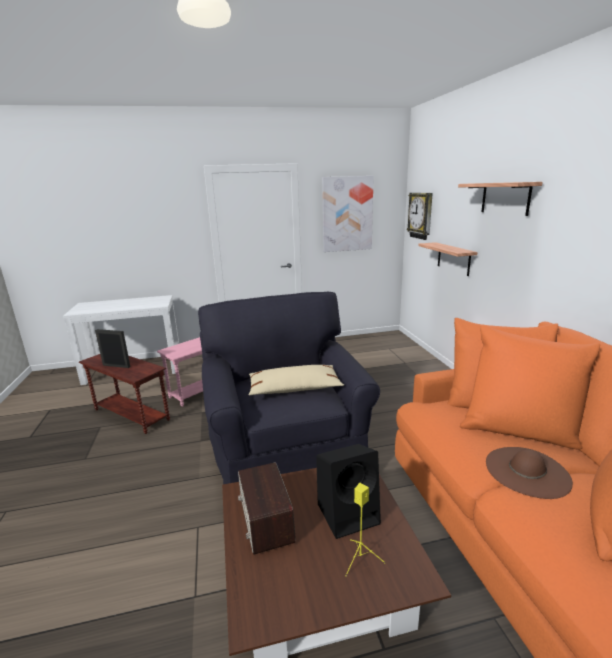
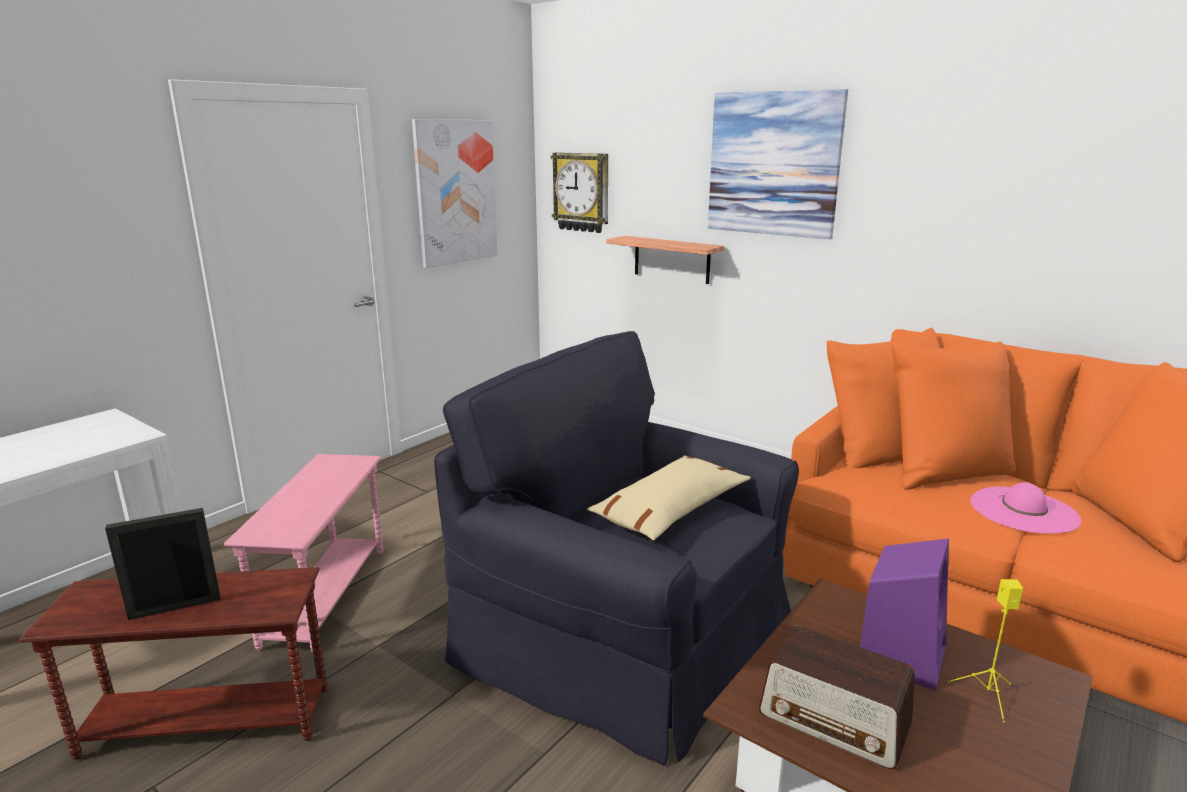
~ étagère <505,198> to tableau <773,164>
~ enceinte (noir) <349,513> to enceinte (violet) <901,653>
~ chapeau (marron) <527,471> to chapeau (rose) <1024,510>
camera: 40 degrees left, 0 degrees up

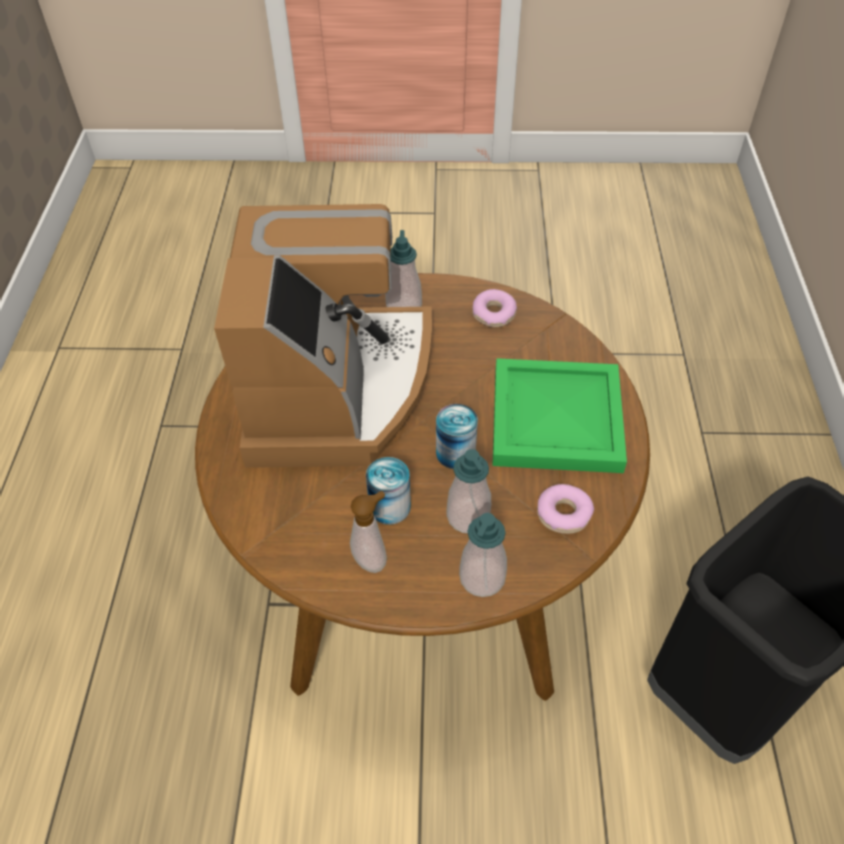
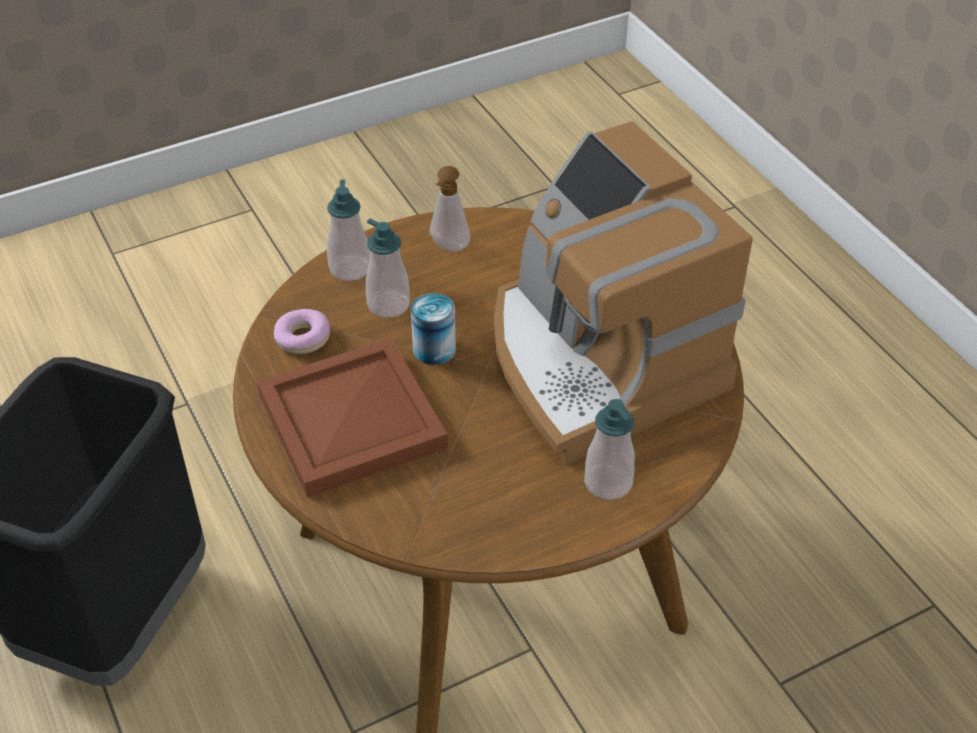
~ plateau (vert) <558,417> to plateau (marron) <350,423>
- boîte métallique <389,506>
- beignet <493,314>
camera: 150 degrees right, 5 degrees down

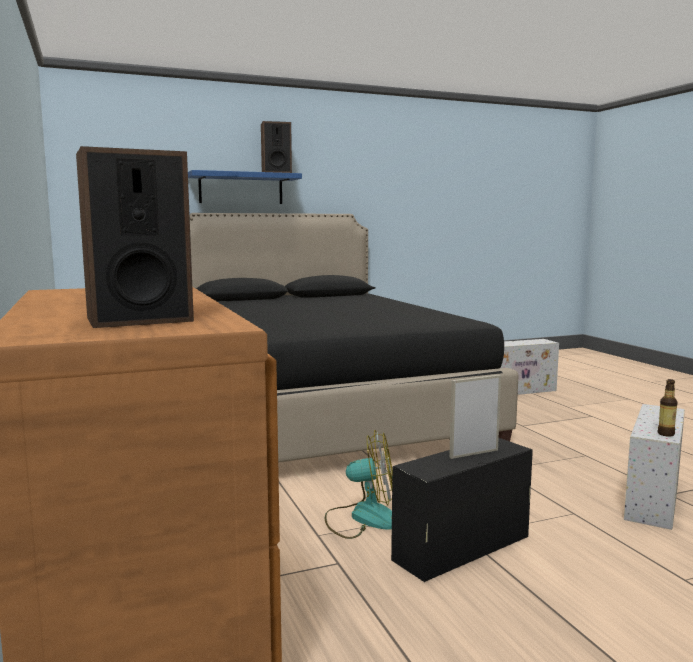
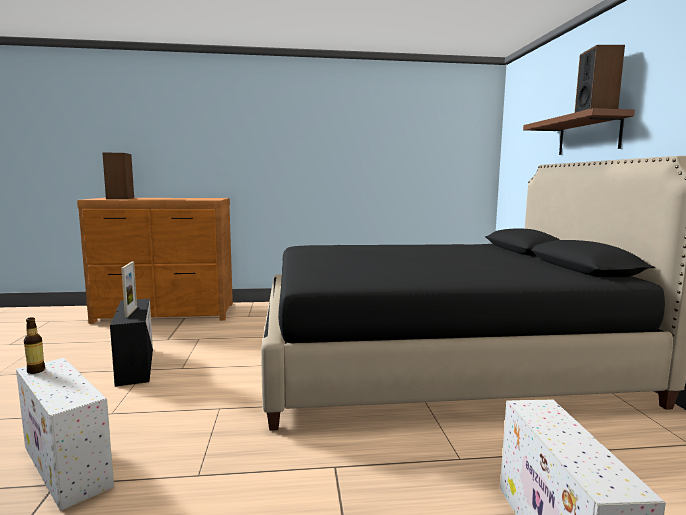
~ étagère (bleu) <241,188> to étagère (marron) <588,135>
- ventilateur <363,518>
camera: 105 degrees right, 0 degrees up

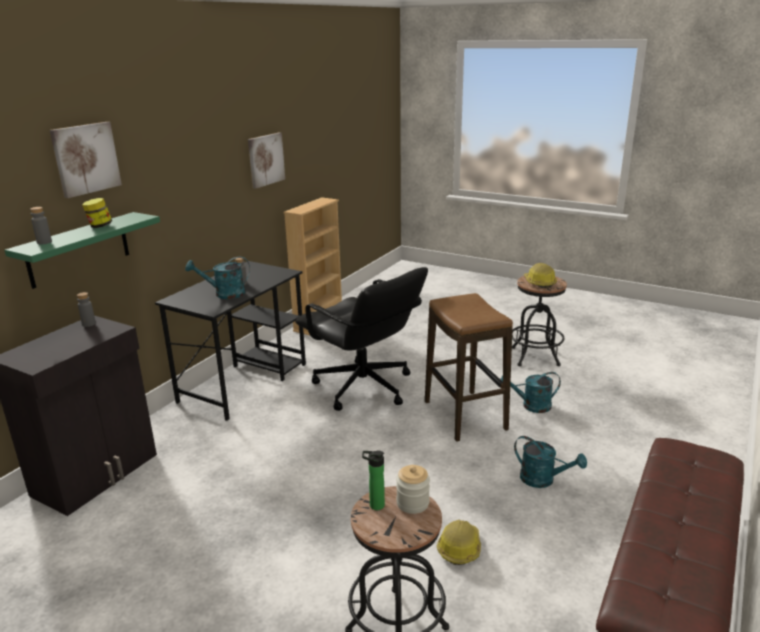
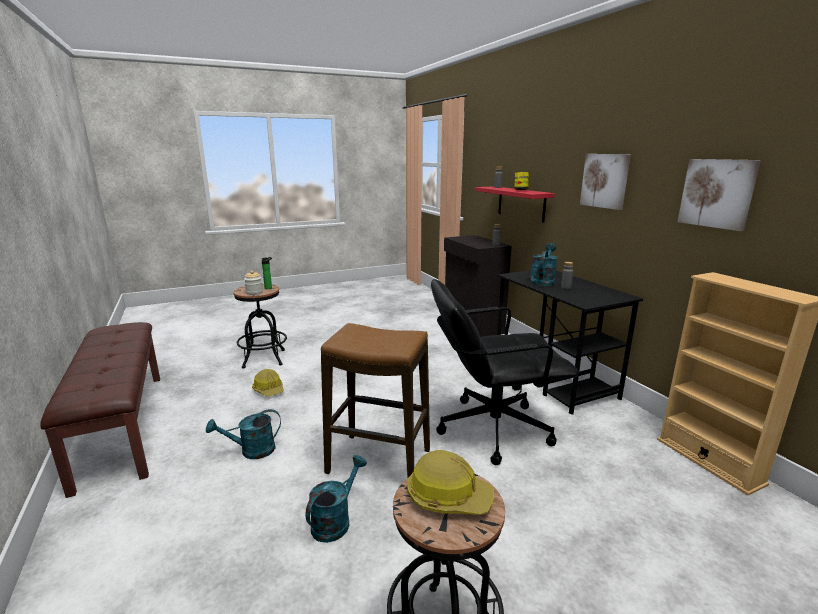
~ étagère (vert) <79,250> to étagère (rouge) <521,203>
~ tableau <85,158> to <605,180>
camera: 125 degrees right, 5 degrees down

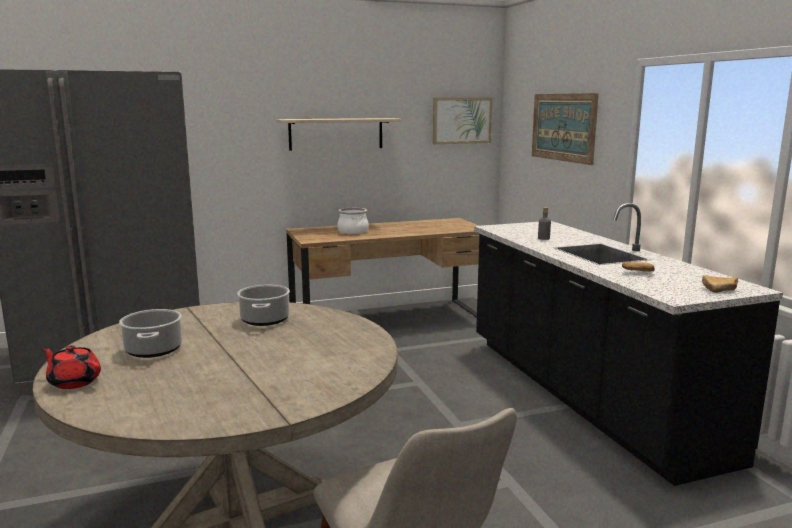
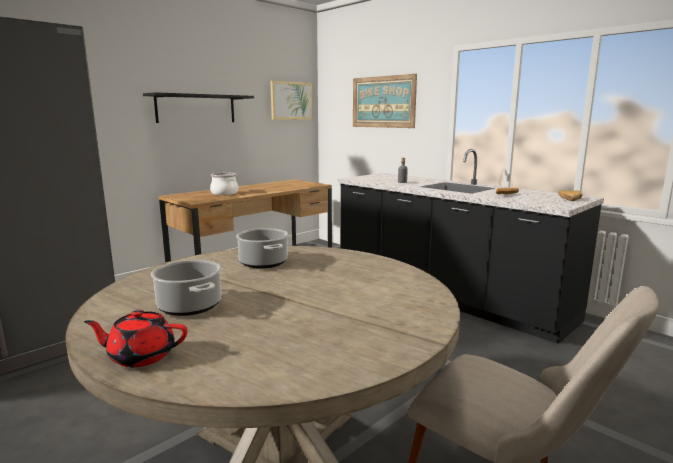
~ étagère (beige) <336,134> to étagère (noir) <196,108>
camera: 25 degrees left, 0 degrees up

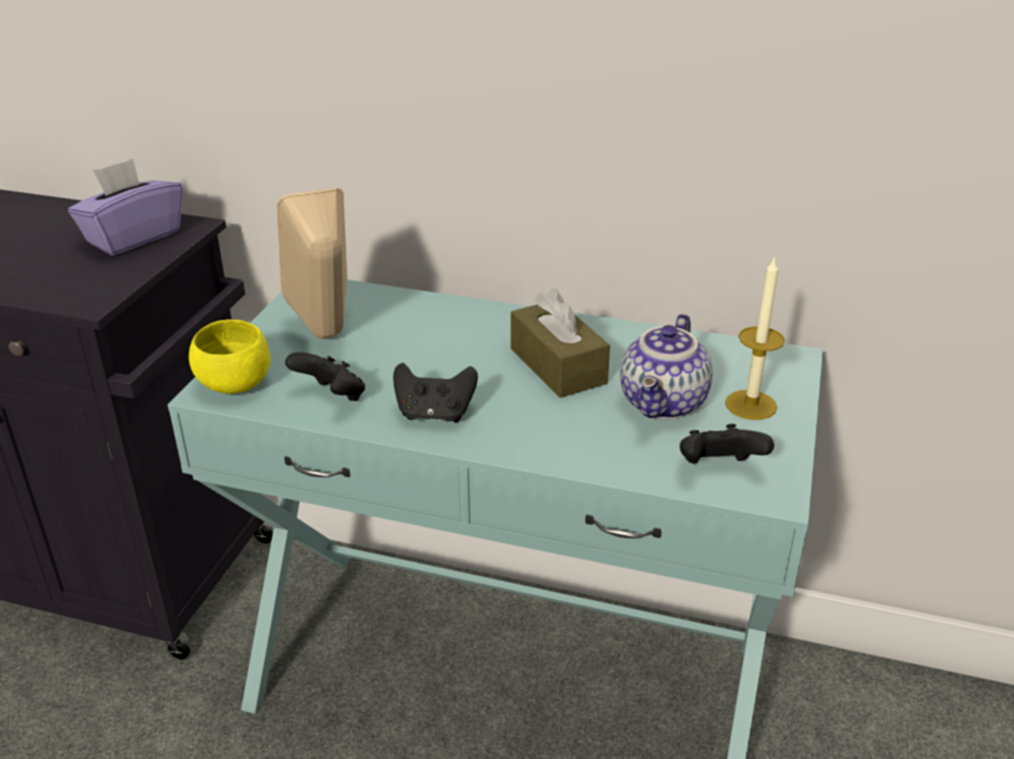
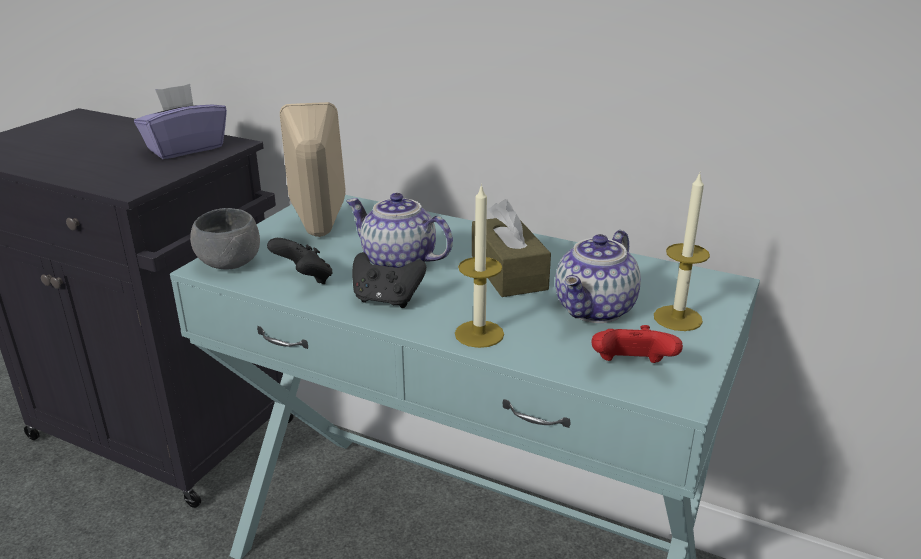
~ bol (jaune) <234,384> to bol (gris) <229,263>
+ théière <397,263>
+ bougie <479,334>
~ manette (noir) <718,468> to manette (rouge) <631,368>
camera: 10 degrees right, 5 degrees down

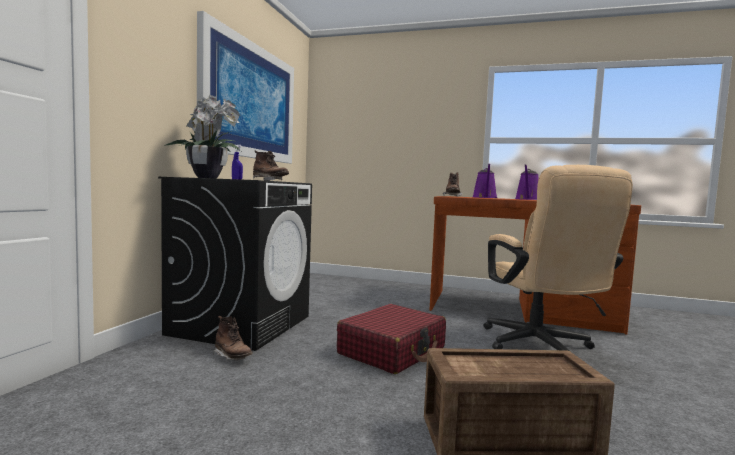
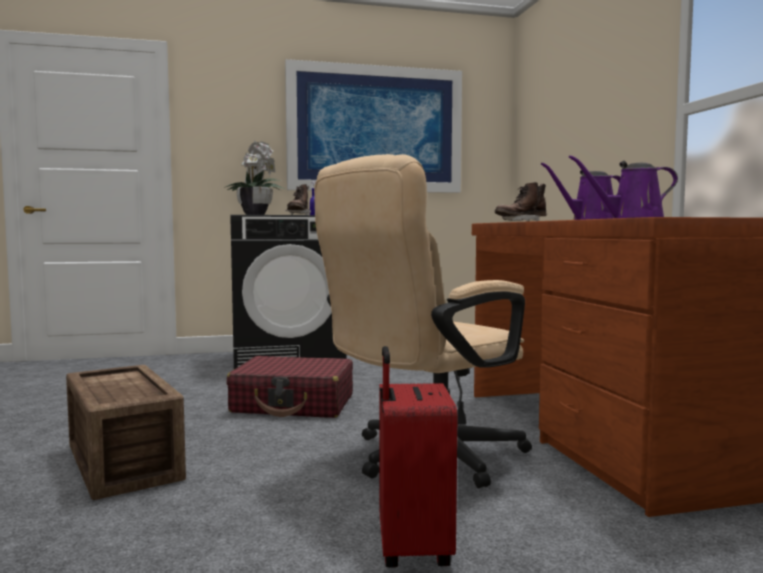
+ valise (rouge) <411,548>
- botte (marron) <232,357>
camera: 60 degrees right, 0 degrees up

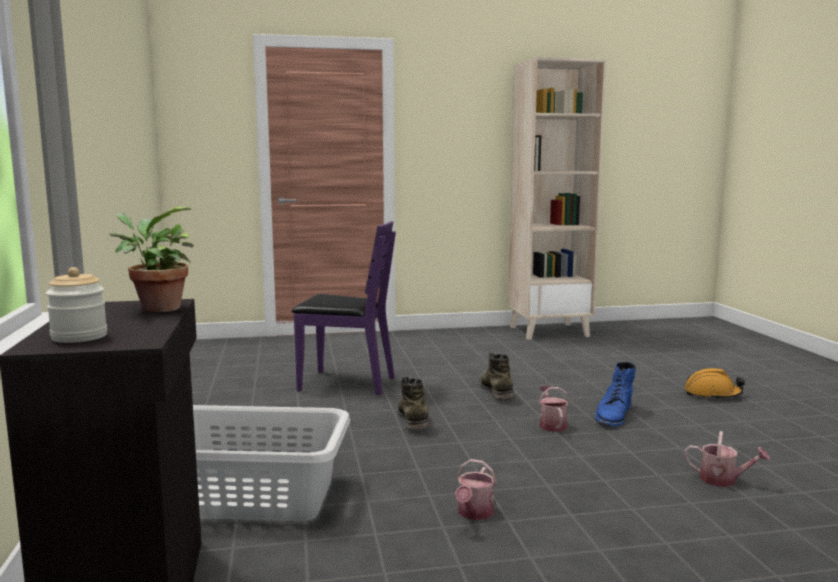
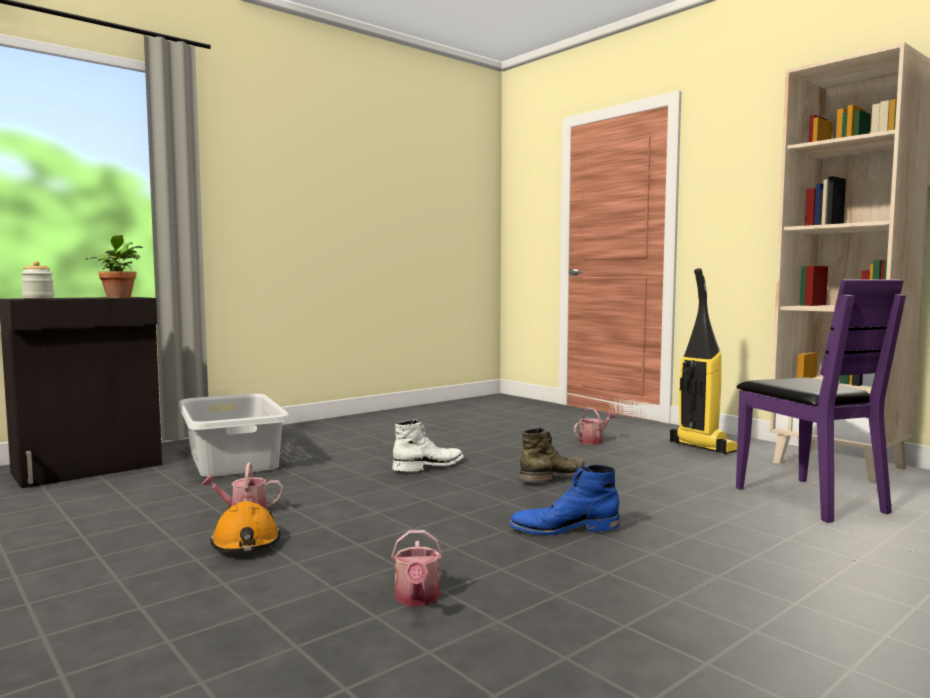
~ casque de chantier (orange) <712,394> to <246,544>
~ botte (vert) <413,418> to botte (blanc) <429,466>
~ arrosoir <551,424> to <593,441>
+ aspirateur <704,447>
~ chaise (violet) <346,383> to <809,499>
camera: 60 degrees right, 5 degrees down

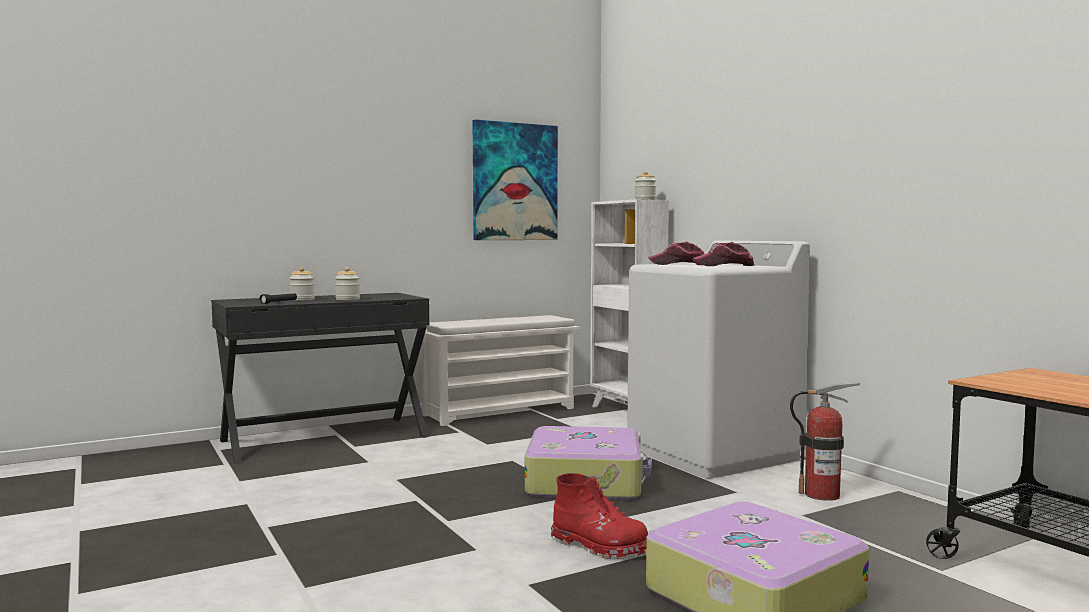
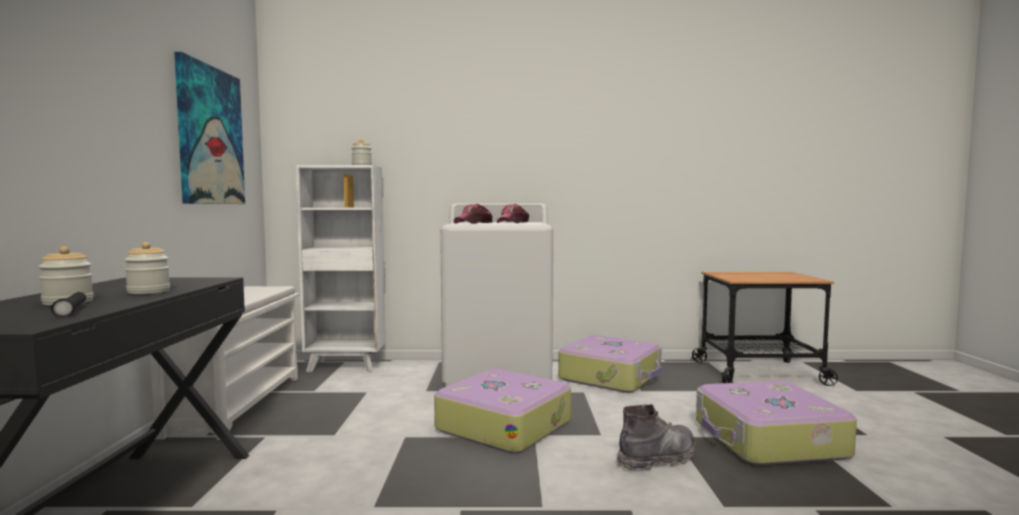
~ extincteur <822,495> to valise <611,376>
~ botte (rouge) <599,546> to botte (gris) <657,459>
camera: 60 degrees left, 0 degrees up

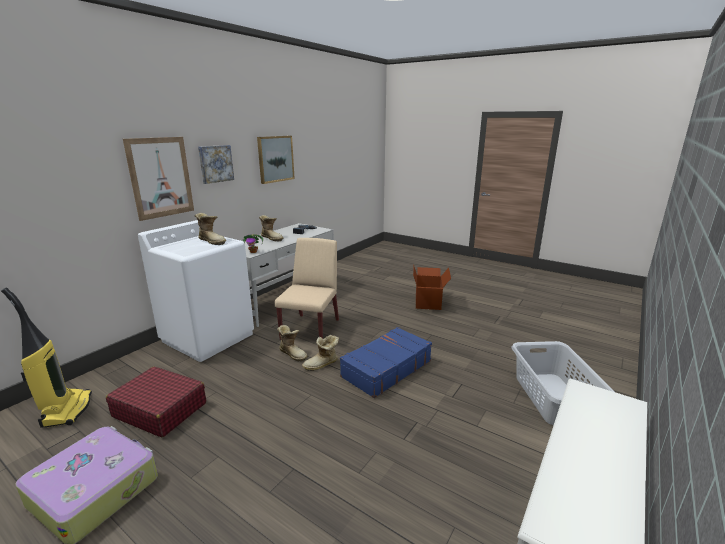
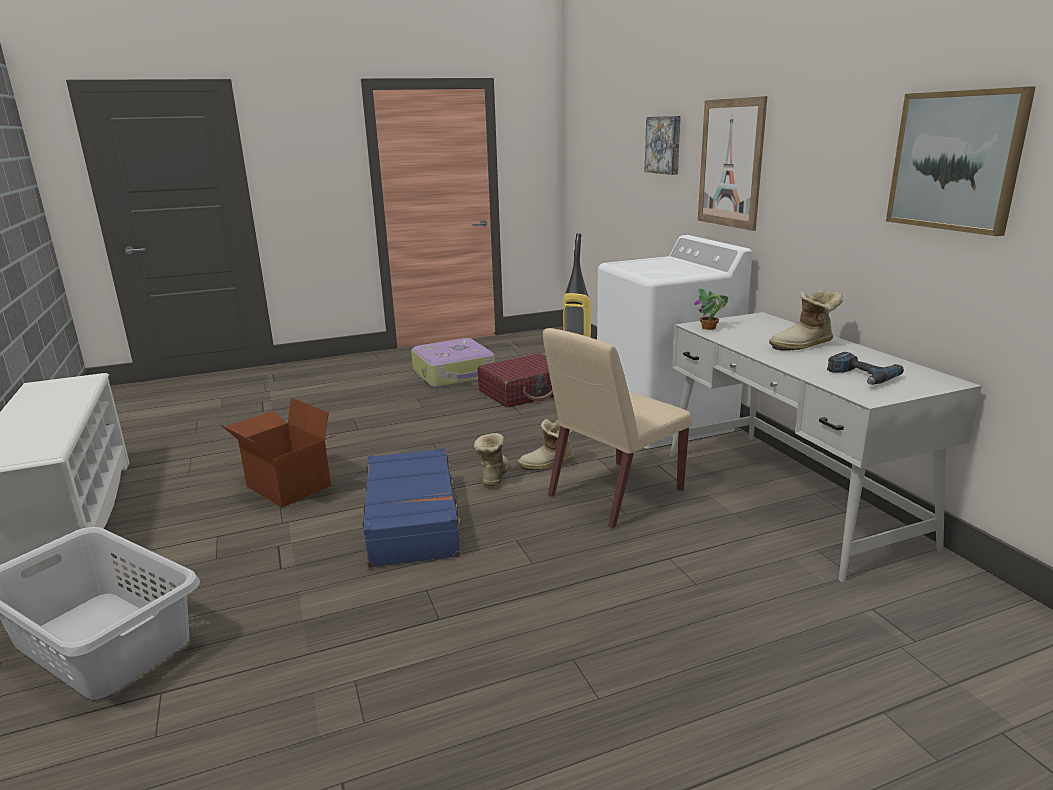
~ carton <428,302> to <287,487>
~ chaise (beige) <311,329> = <614,494> 90 degrees clockwise
~ tableau <215,163> to <664,145>
- botte <212,241>
camera: 125 degrees right, 0 degrees up

